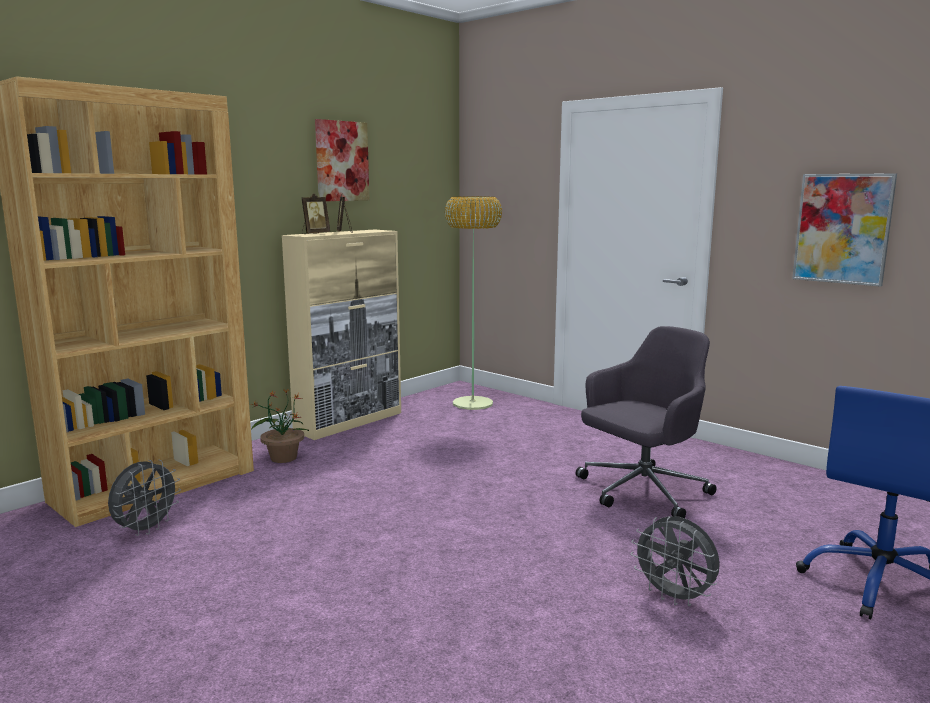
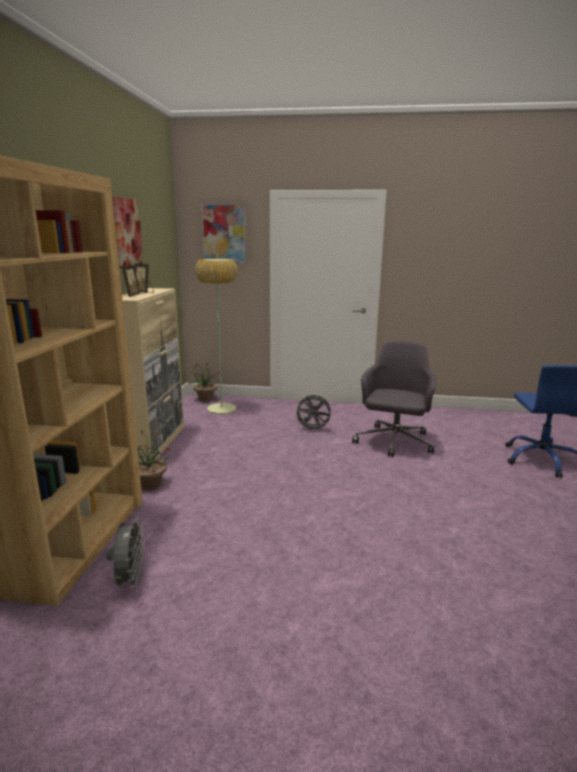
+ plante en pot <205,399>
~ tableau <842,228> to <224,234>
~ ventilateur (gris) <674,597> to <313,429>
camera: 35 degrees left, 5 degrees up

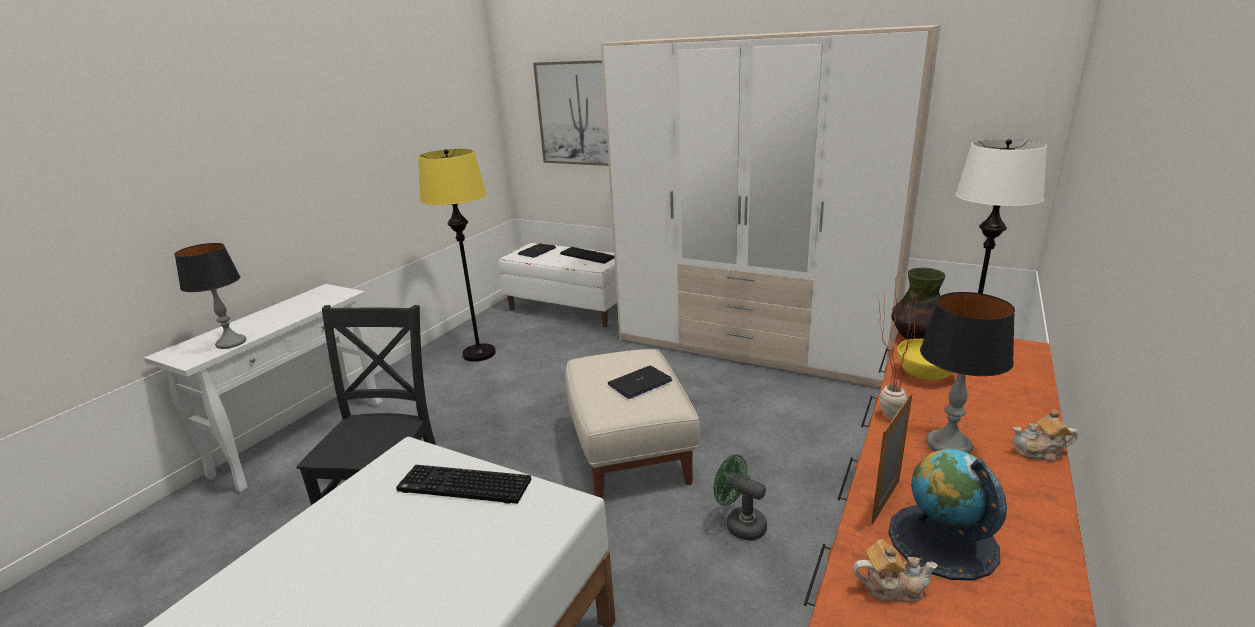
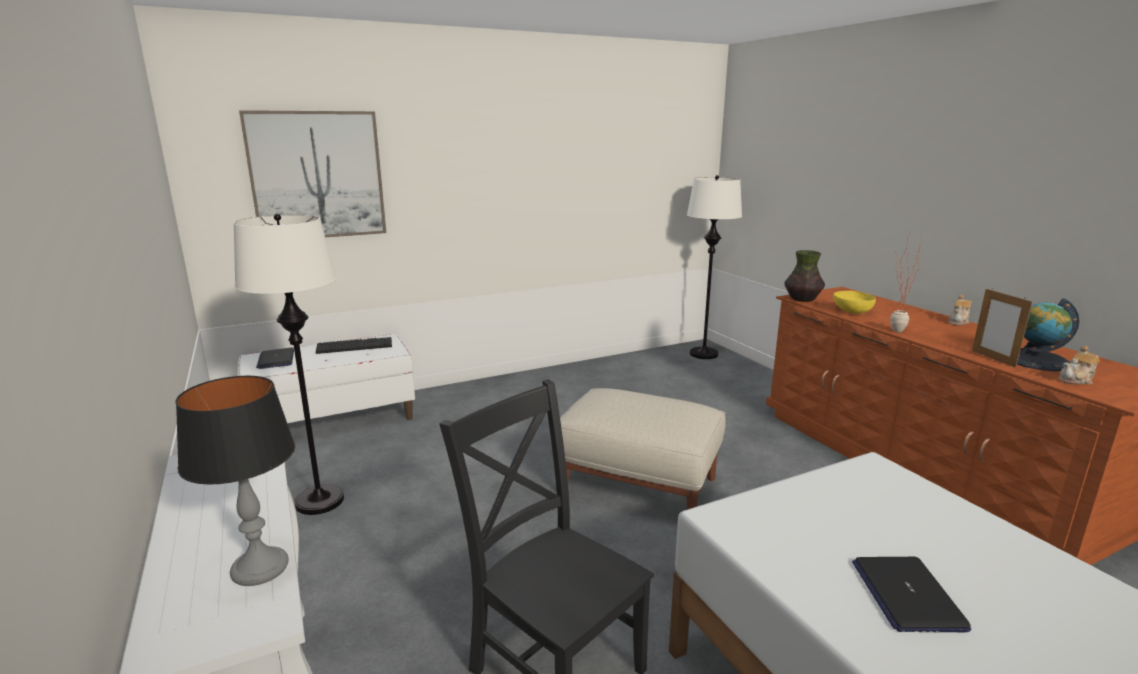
~ lampadaire (jaune) <479,353> to lampadaire (blanc) <320,501>
~ ordinateur portable <640,383> to <906,595>
~ théière <891,587> = <1076,380> 150 degrees counterclockwise
- clavier <462,487>
- armoire <753,345>
- ventilateur (vert) <740,524>
- lampe de table <948,445>
camera: 55 degrees left, 5 degrees down

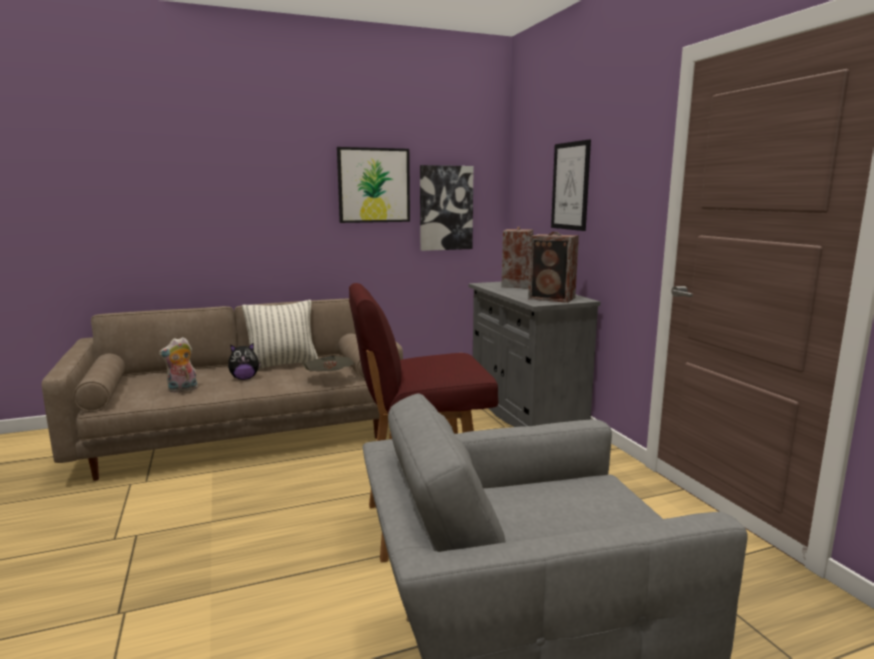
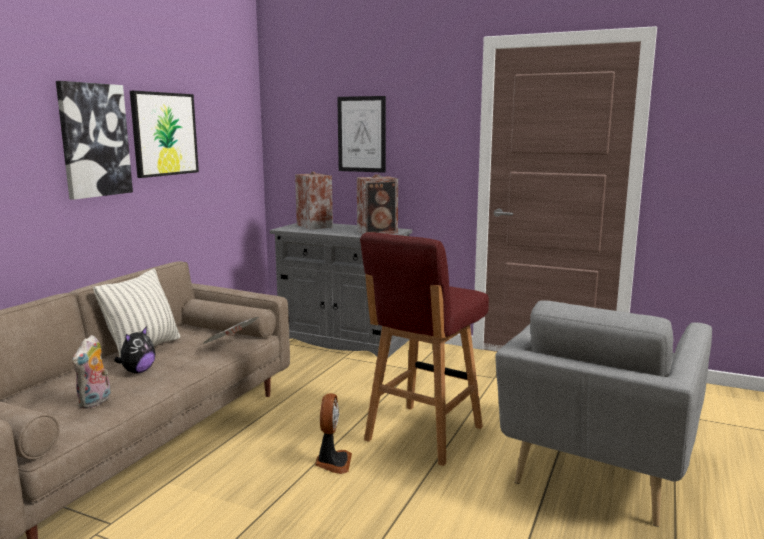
~ tableau <445,208> to <94,140>
+ ventilateur <332,462>
camera: 45 degrees left, 0 degrees up

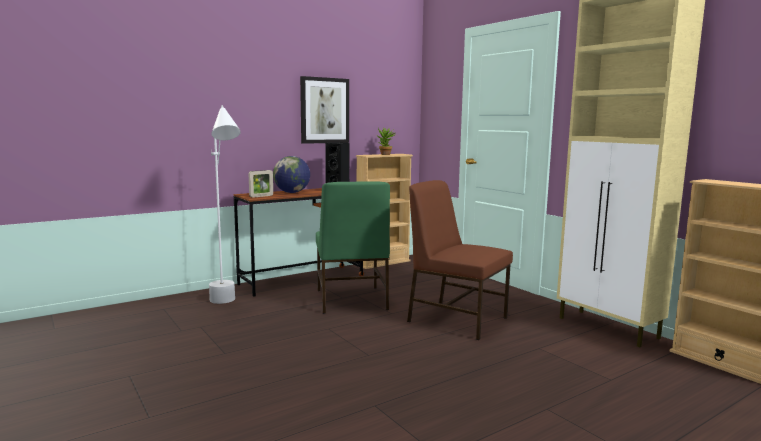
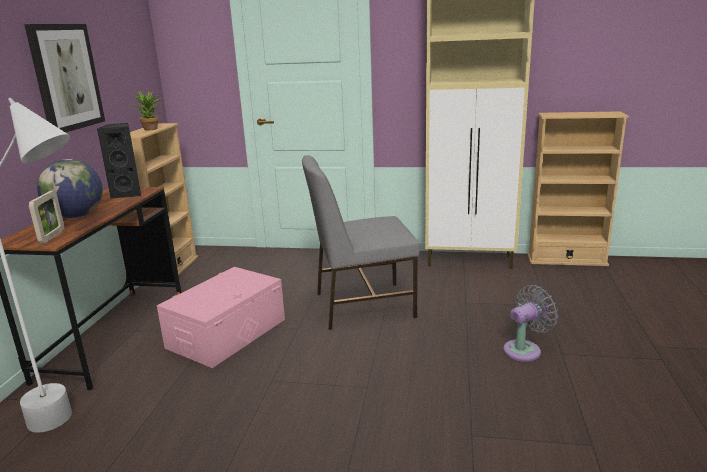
~ chaise (vert) <350,300> to boîte de rangement (rose) <227,333>
~ chaise (marron) <456,319> to chaise (gris) <362,305>
+ ventilateur (gris) <525,349>
camera: 45 degrees left, 10 degrees up

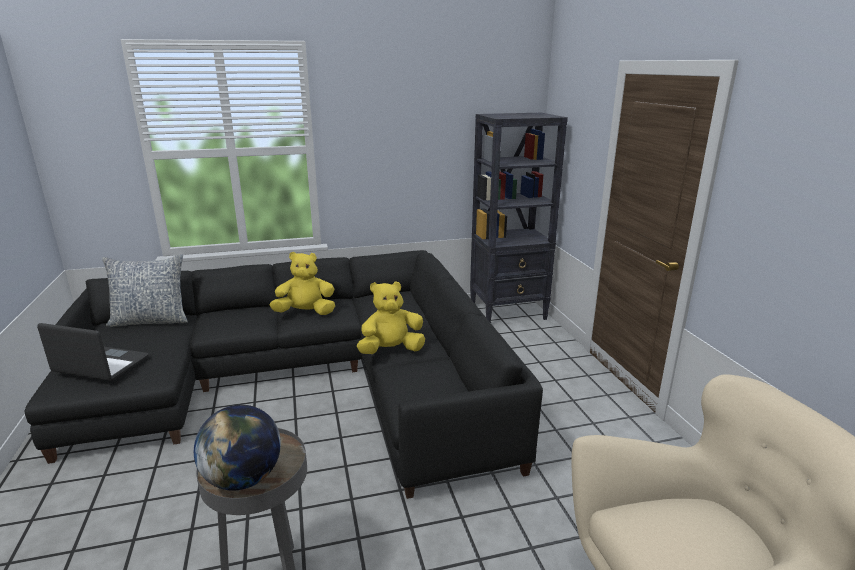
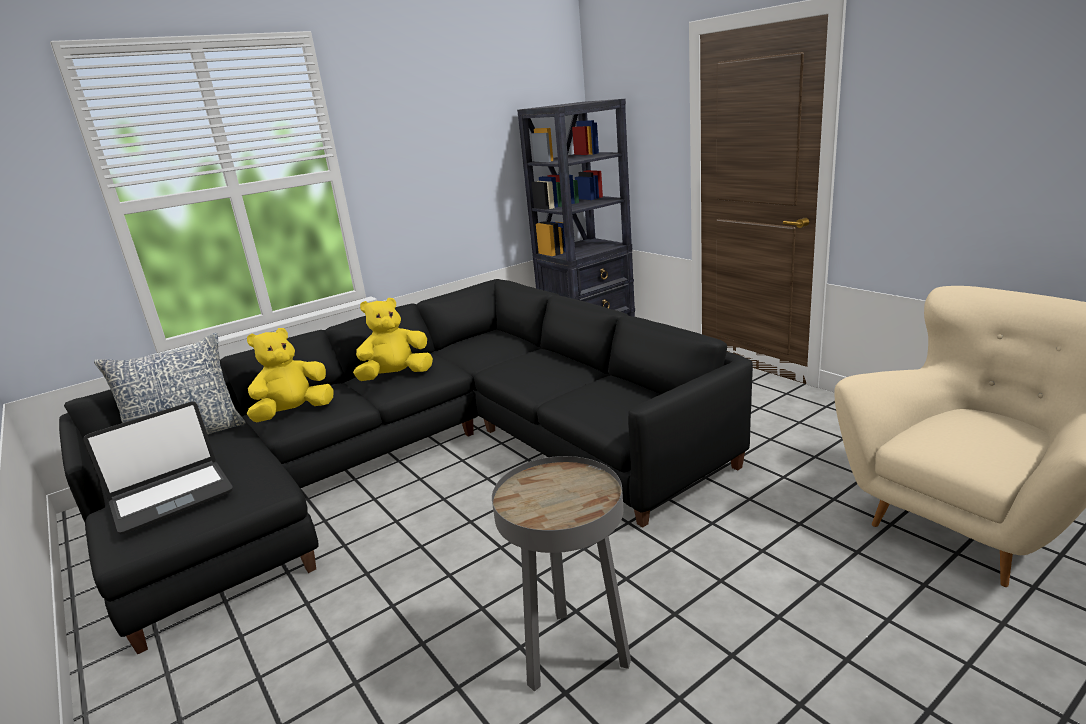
~ ordinateur portable <100,365> = <172,497> 150 degrees clockwise
~ peluche (jaune) <391,350> to <294,413>
- globe <243,478>
camera: 20 degrees left, 0 degrees up

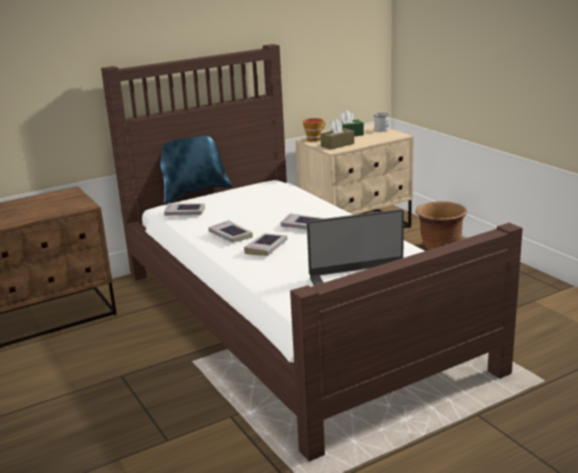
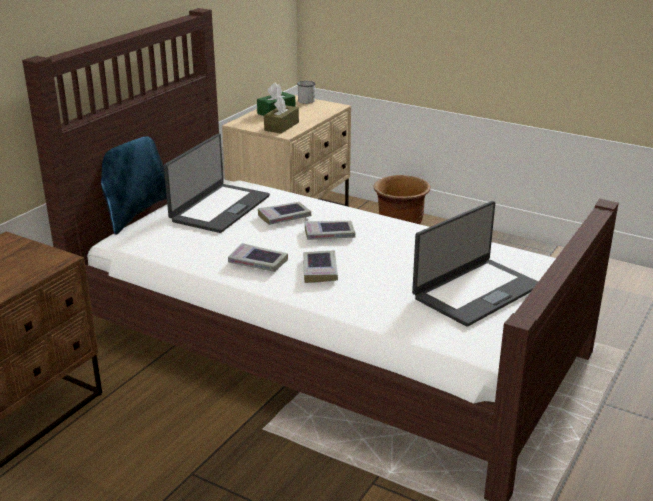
+ ordinateur portable <219,208>
~ livre <185,213> to <284,217>
- tasse <315,139>
camera: 30 degrees left, 5 degrees up

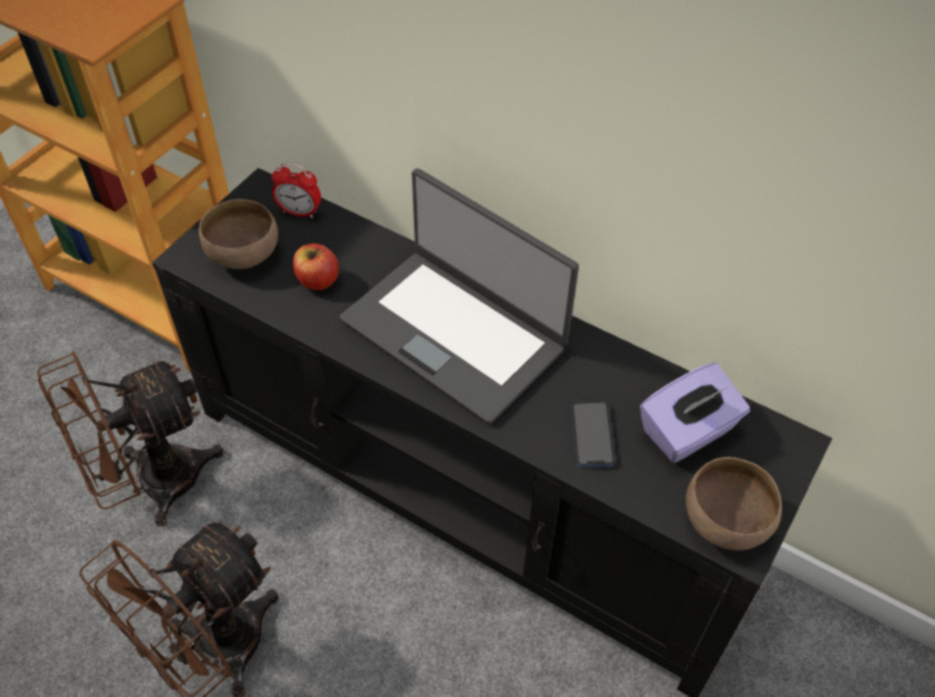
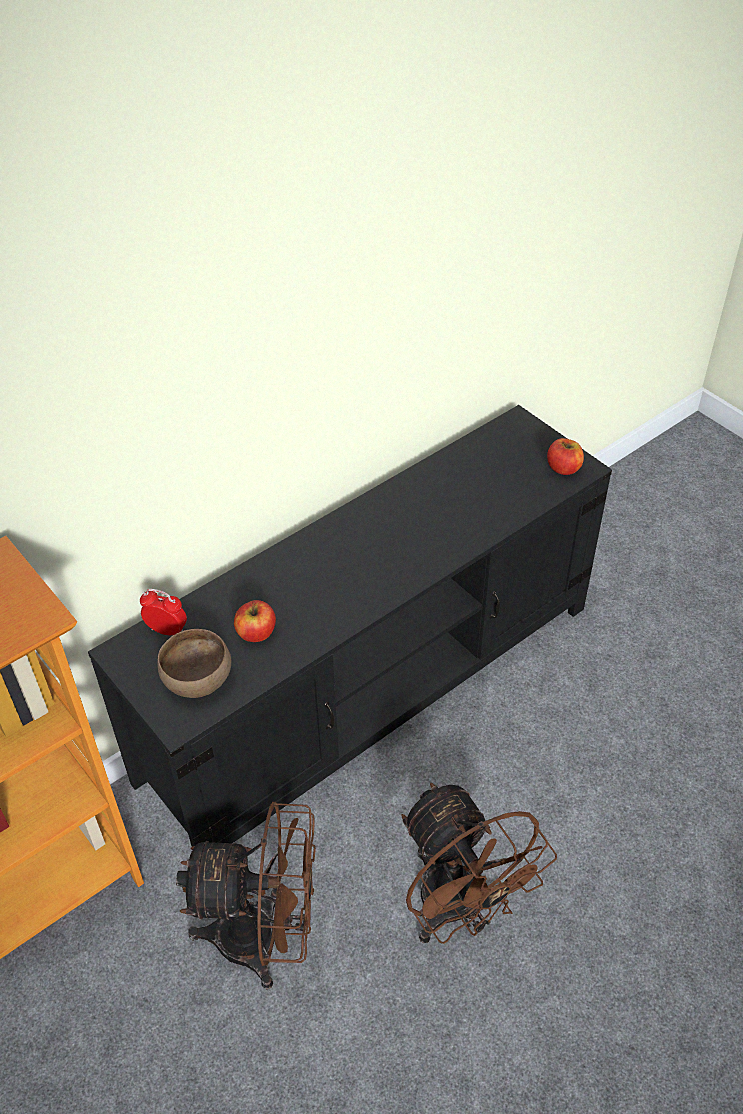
~ réveil <299,212> = <167,630> 105 degrees counterclockwise
~ ventilateur (marron) <152,484> = <265,938> 75 degrees counterclockwise
~ bol (marron) <727,520> to pomme <563,468>
- ordinateur portable <454,332>
- téléphone <592,435>
- boîte à mouchoirs (violet) <688,432>
camera: 70 degrees left, 5 degrees down

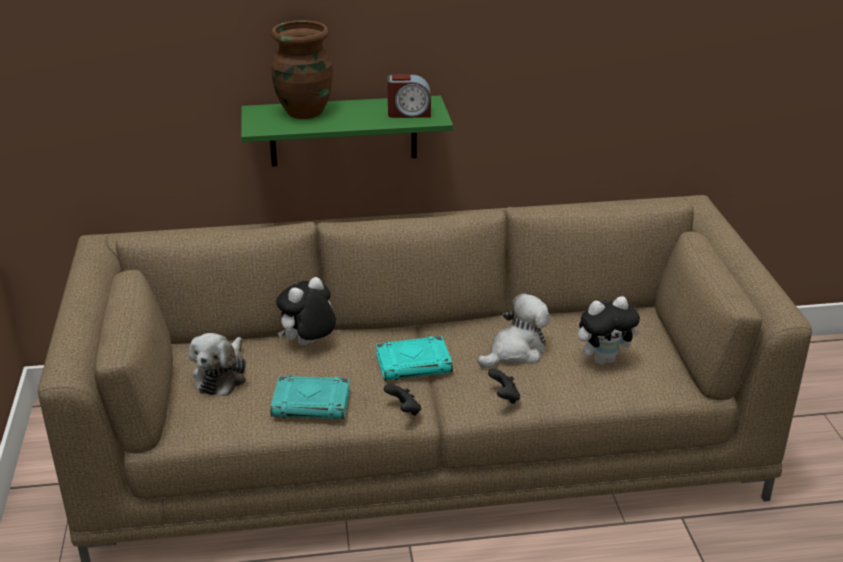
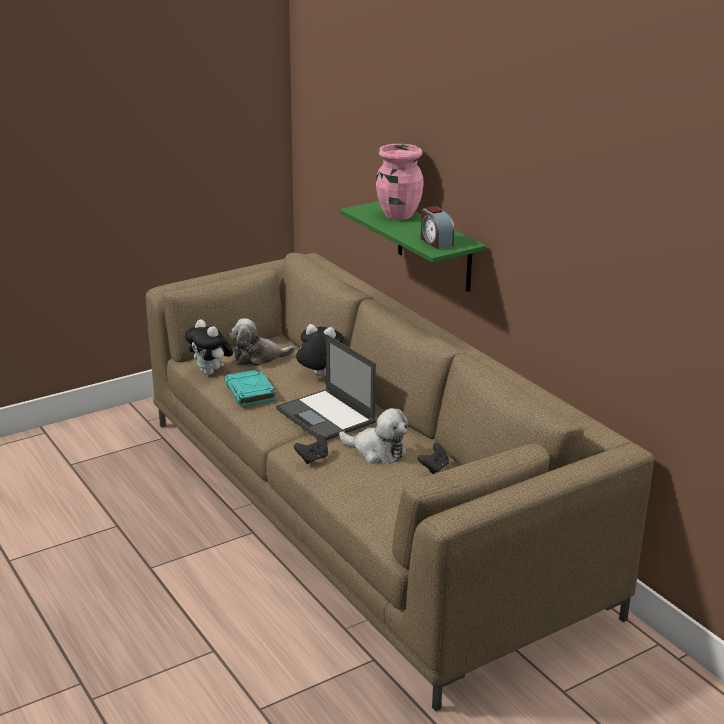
~ peluche <604,359> to <211,372>
~ livre (turquoise) <414,363> to ordinateur portable <326,416>
~ vase (marron) <303,112> to vase (rose) <398,215>
~ manette (noir) <404,410> to <434,468>
camera: 65 degrees right, 5 degrees down

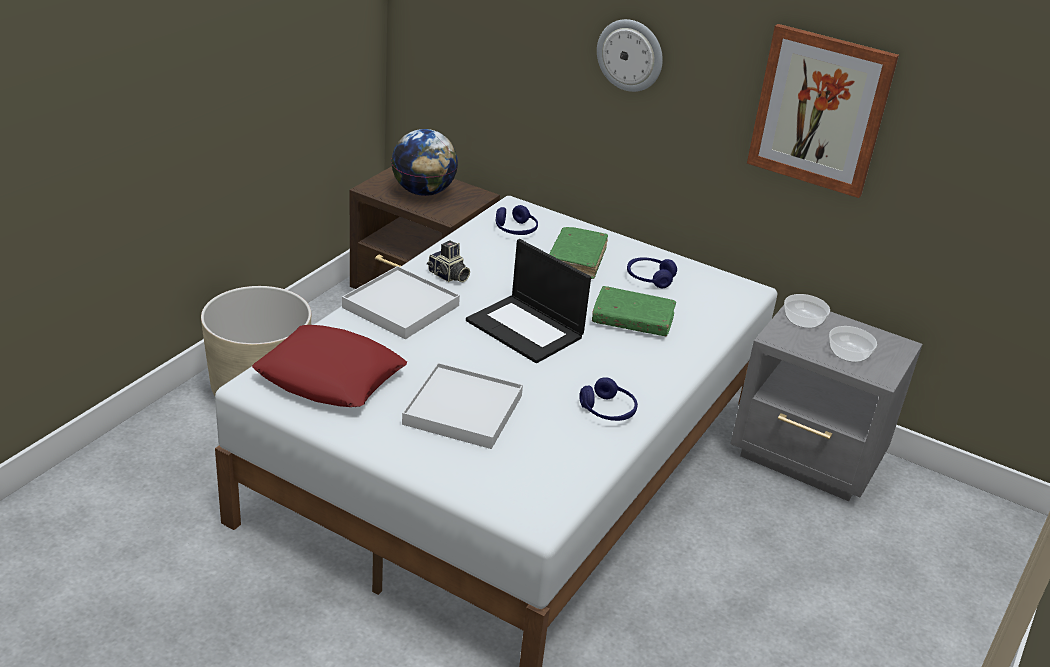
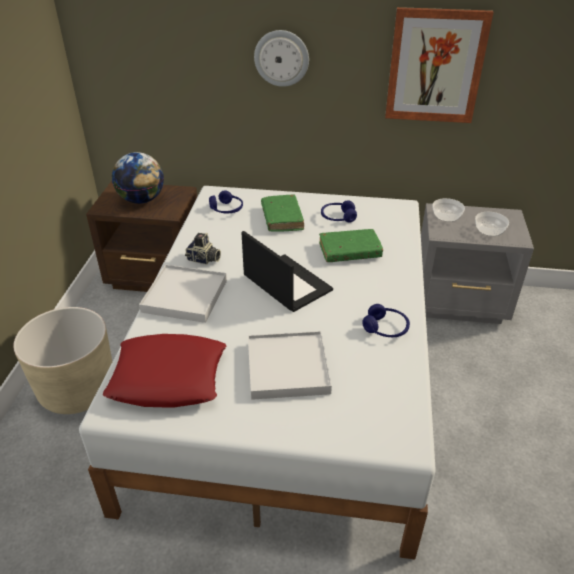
~ ordinateur portable <526,329> = <286,283> 150 degrees counterclockwise
camera: 20 degrees left, 5 degrees up

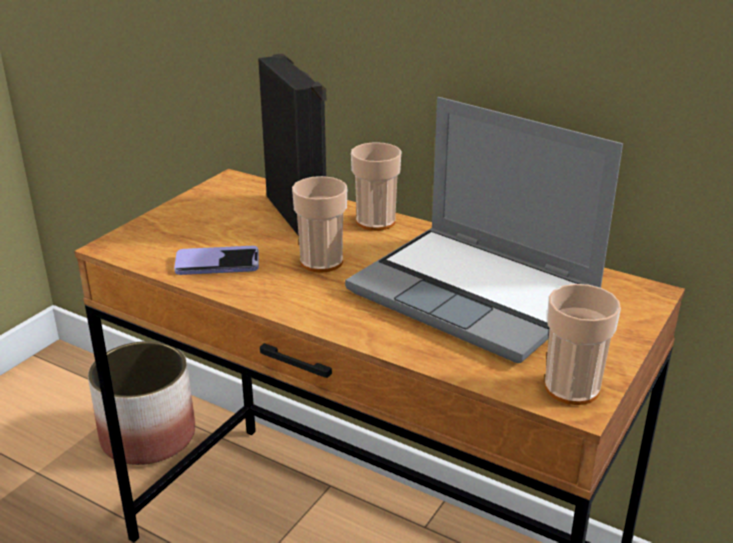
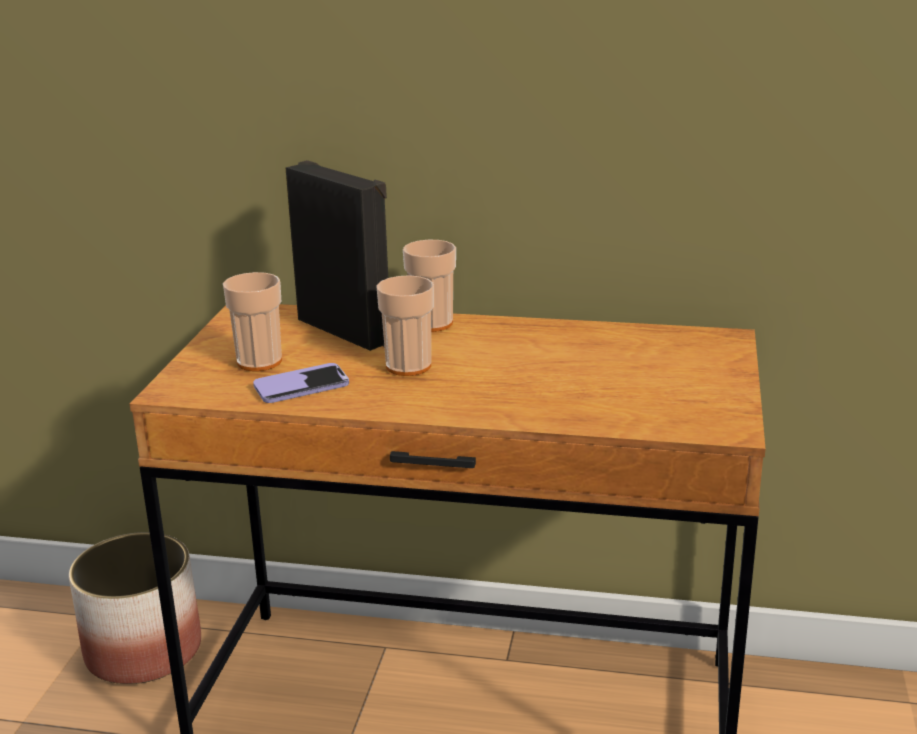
~ tasse <571,388> to <259,362>
- ordinateur portable <477,294>
camera: 20 degrees left, 5 degrees down

